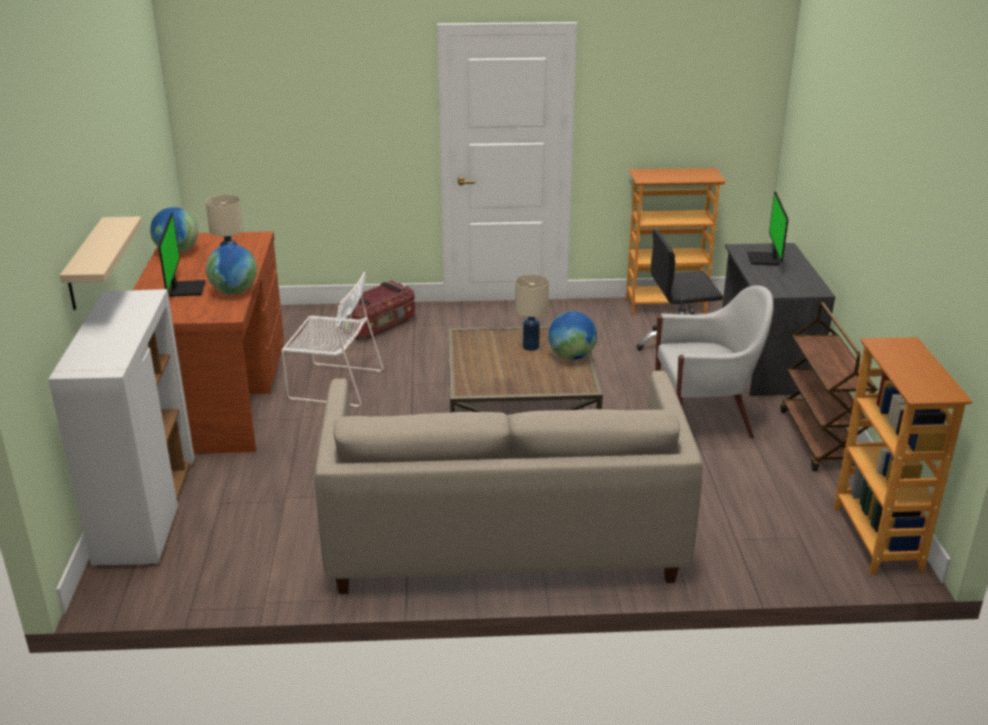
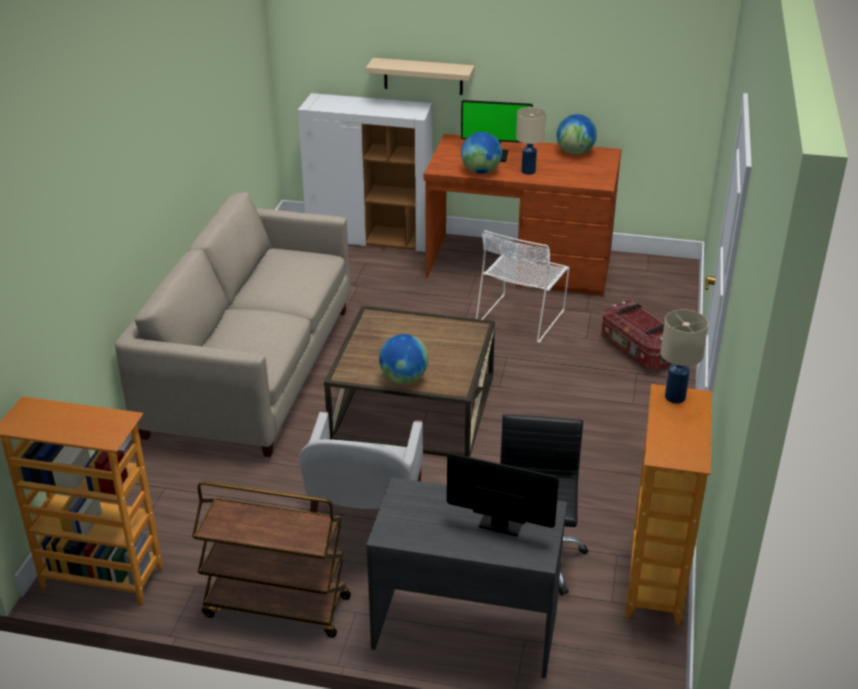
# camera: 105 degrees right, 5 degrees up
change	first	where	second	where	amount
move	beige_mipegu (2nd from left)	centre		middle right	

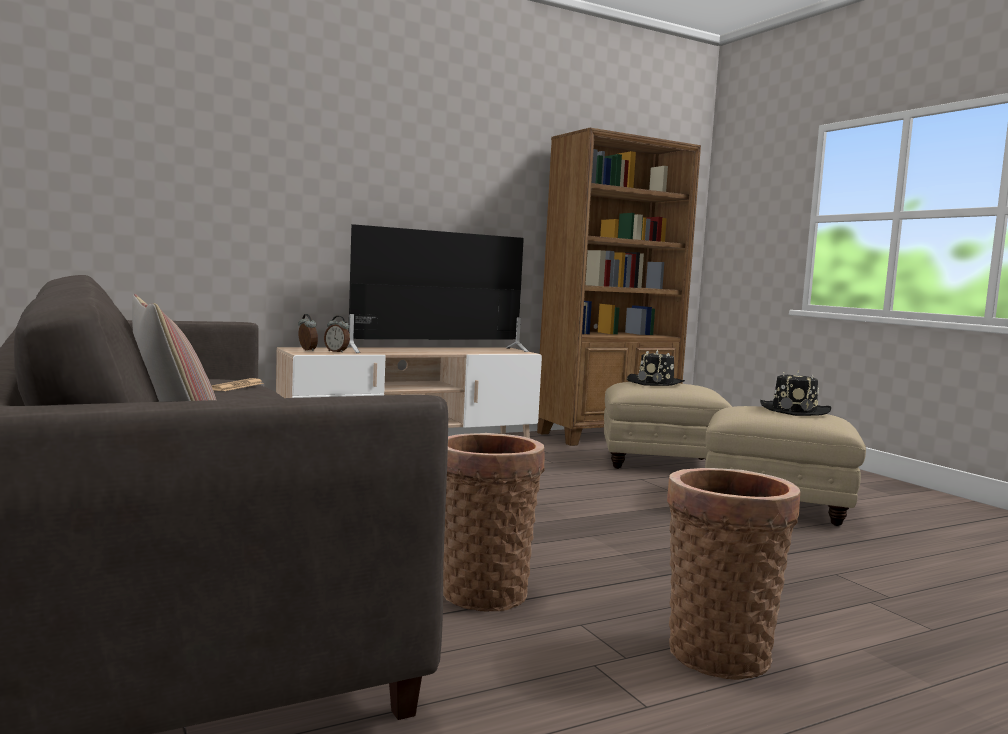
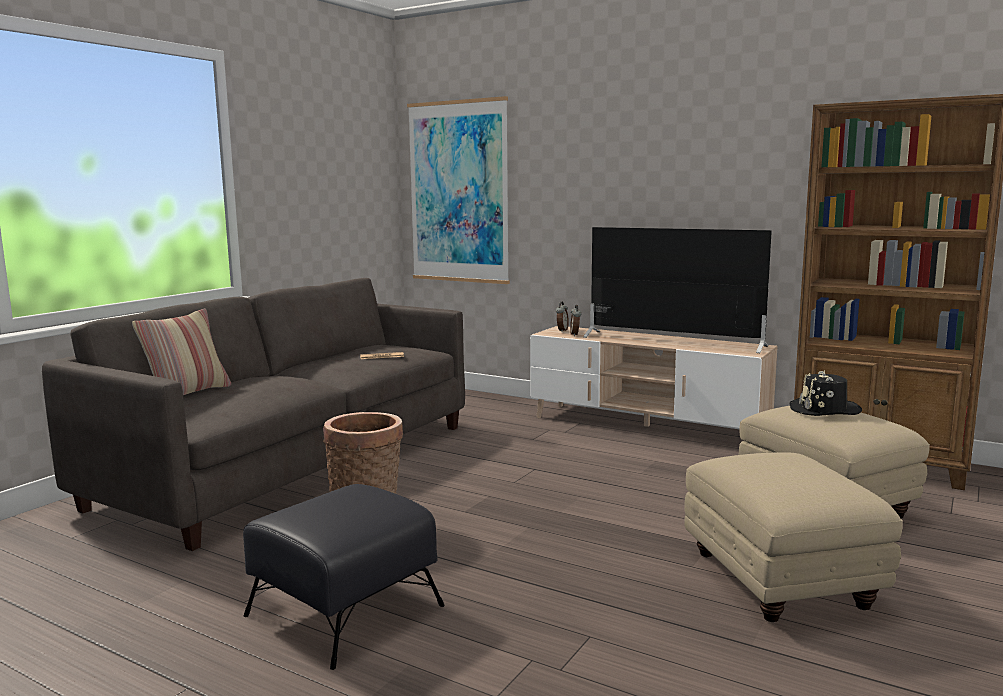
# camera: 60 degrees right, 5 degrees up
change	first	where	second	where	amount
delete	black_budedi (2nd from left)	middle right			
insert			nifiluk	top centre	
replace	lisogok (2nd from left)	bottom right	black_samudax	bottom centre	

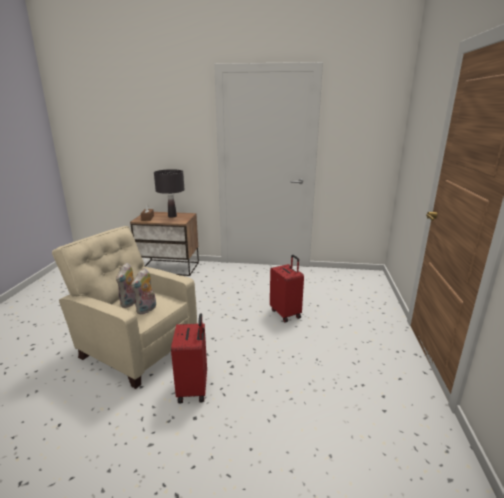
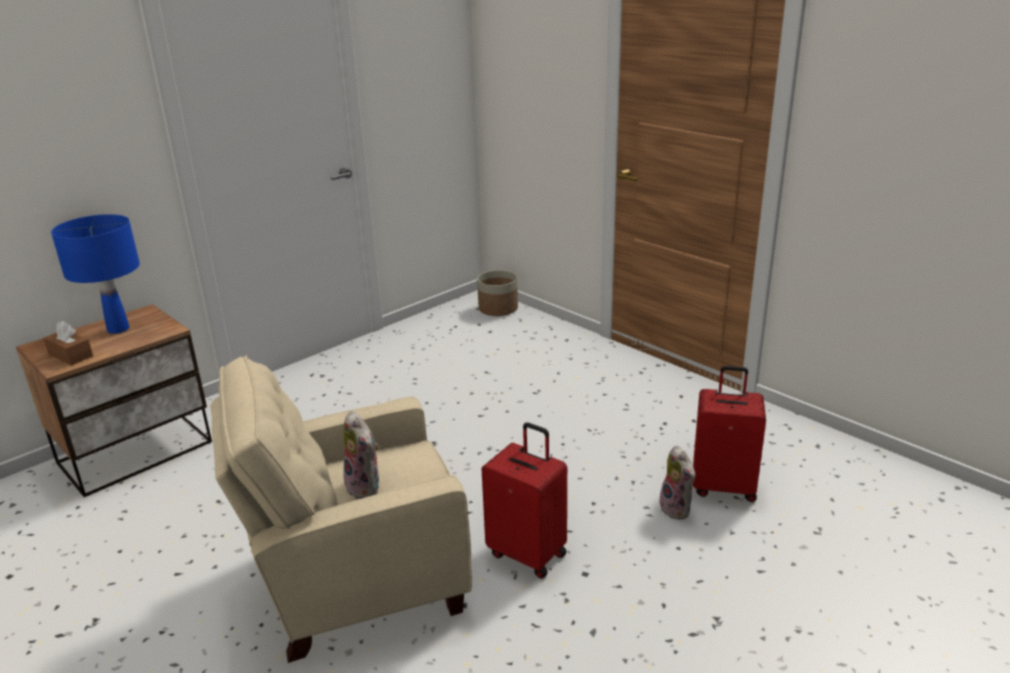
# camera: 50 degrees left, 5 degrees up
change	first	where	second	where	amount
insert			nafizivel	centre	
move	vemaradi (2nd from left)	middle left		bottom right	
move	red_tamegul (2nd from left)	centre		middle right	
recolor	black_mipegu	centre	blue_mipegu	middle left	

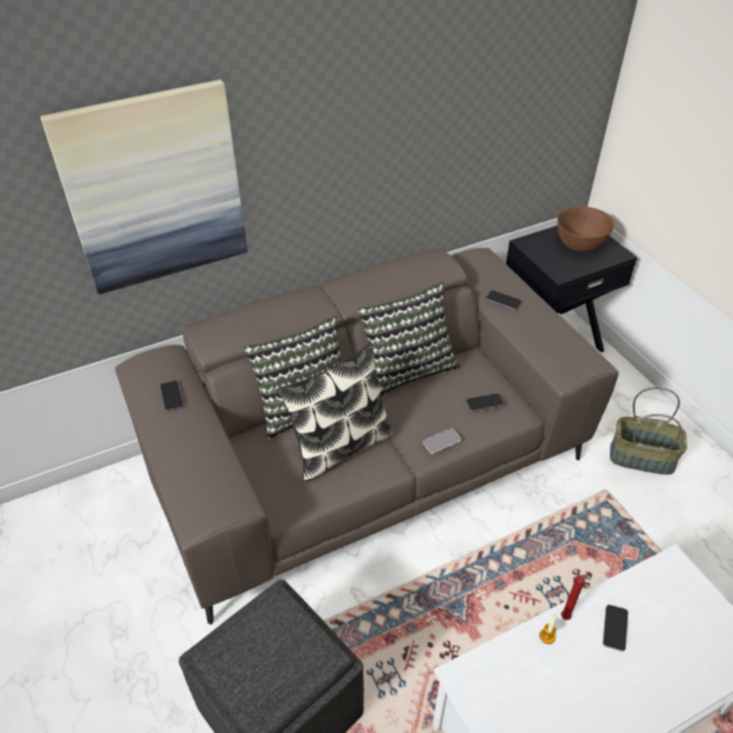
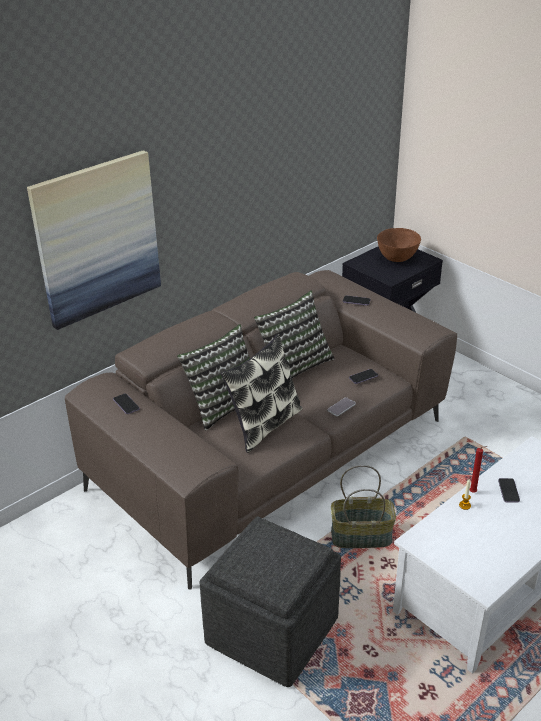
# camera: 15 degrees left, 10 degrees down
change	first	where	second	where	amount
move	lisogok	middle right		bottom right	

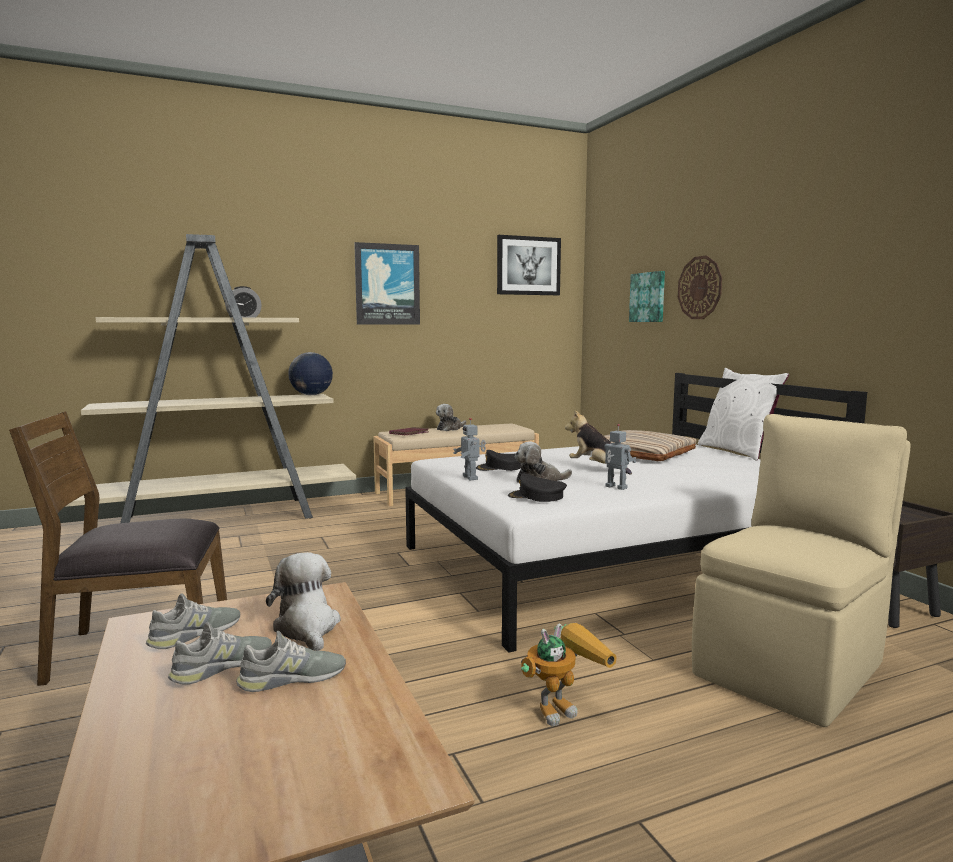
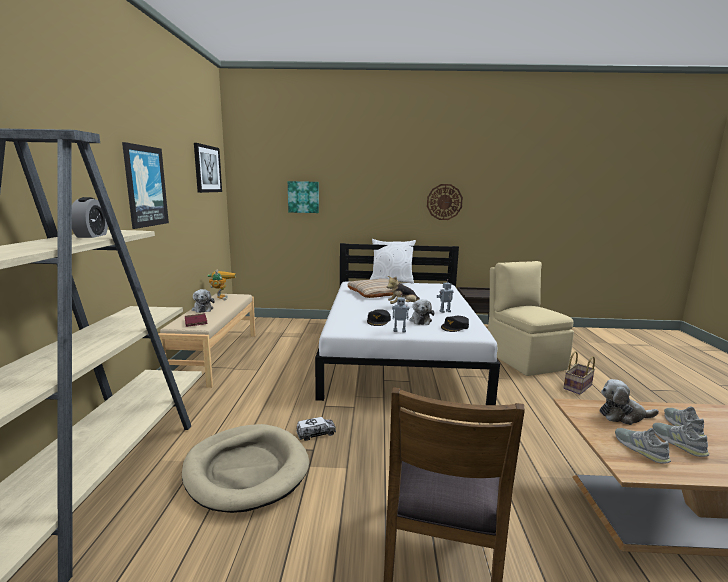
# camera: 65 degrees left, 5 degrees up
change	first	where	second	where	amount
delete	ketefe	middle left			
insert			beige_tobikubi	bottom centre	
insert			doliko	bottom centre	
insert			lisogok	middle right	
move	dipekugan (2nd from left in the first image)	bottom centre	dipekugan (1st from left)	middle left	
move	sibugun	top right		centre	

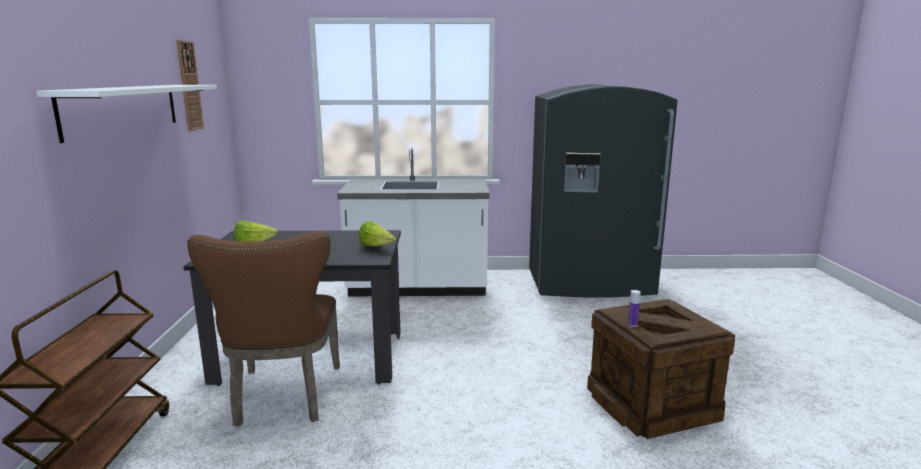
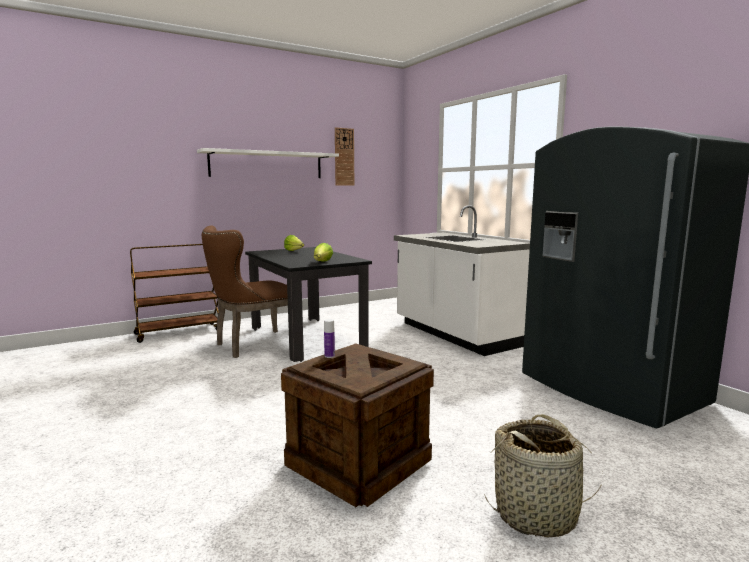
# camera: 60 degrees right, 5 degrees down
change	first	where	second	where	amount
insert			lisogok	bottom right	

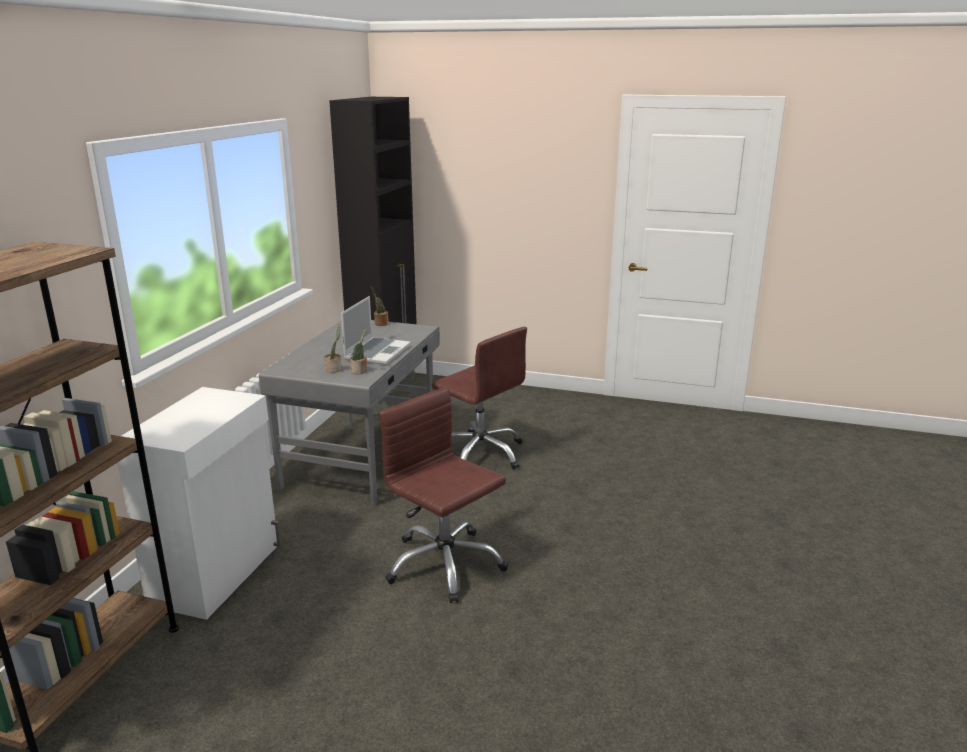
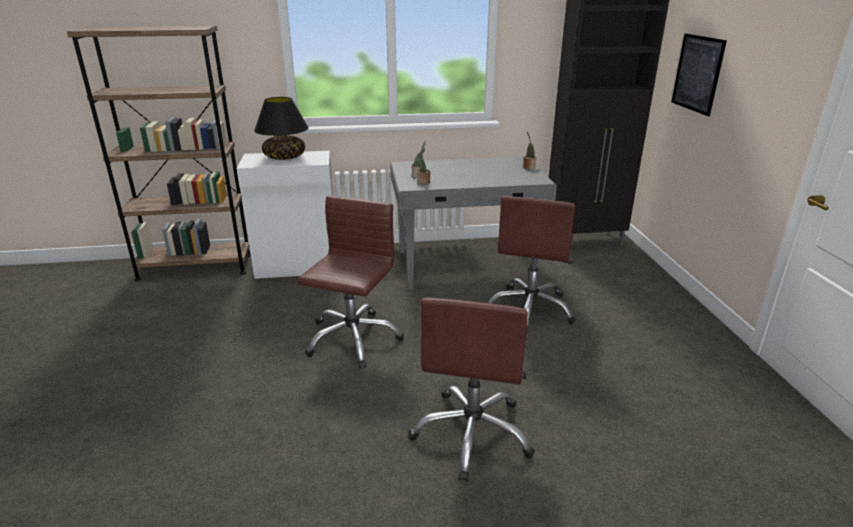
# camera: 65 degrees right, 5 degrees up
change	first	where	second	where	amount
delete	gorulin	centre			
insert			black_mipegu	top left	
insert			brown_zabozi (2nd from left)	bottom centre	
insert			nifiluk	top right	

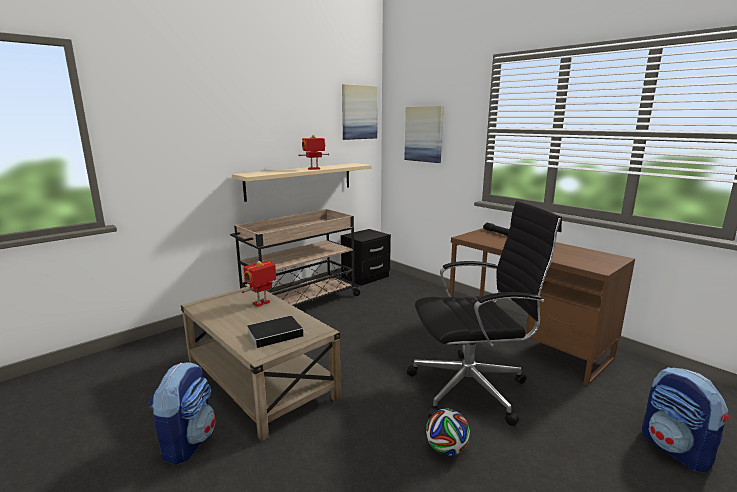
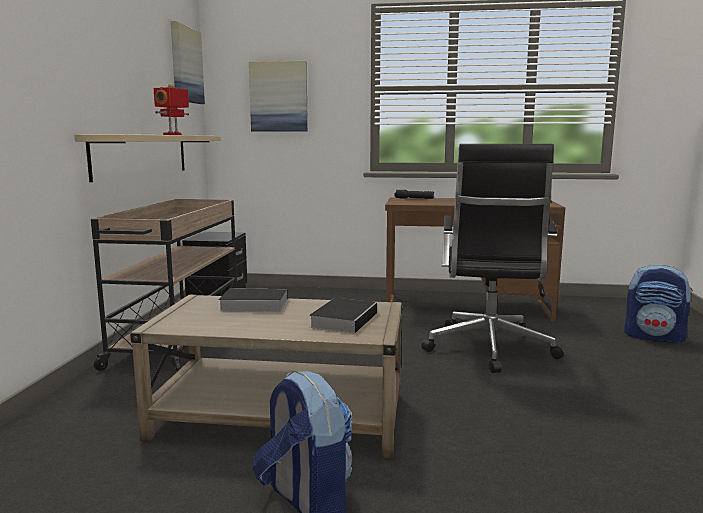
# camera: 40 degrees left, 5 degrees down
change	first	where	second	where	amount
delete	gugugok	bottom centre			
replace	dipekugan (1st from left)	centre	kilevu (1st from left)	centre	
rotate	black_zabozi	centre		middle right	150 degrees clockwise

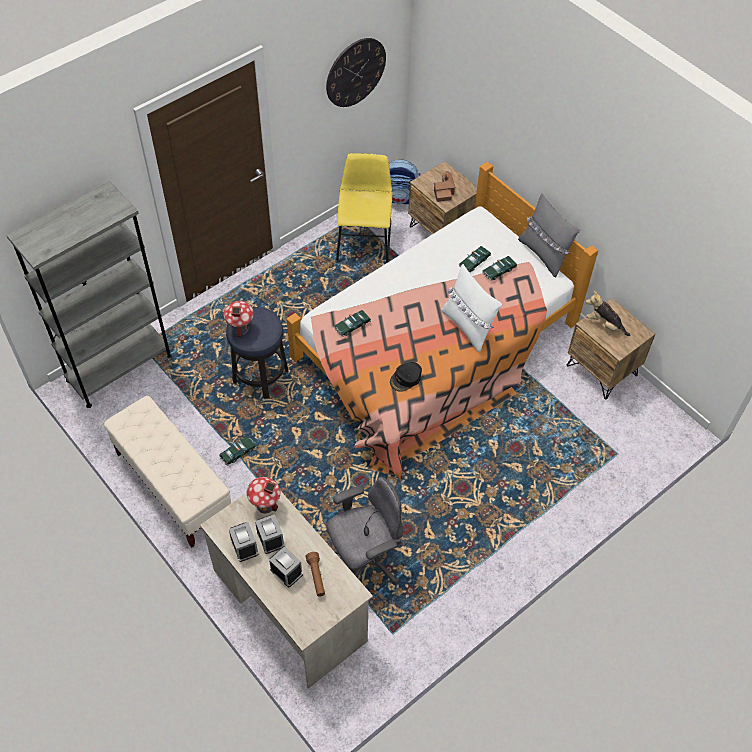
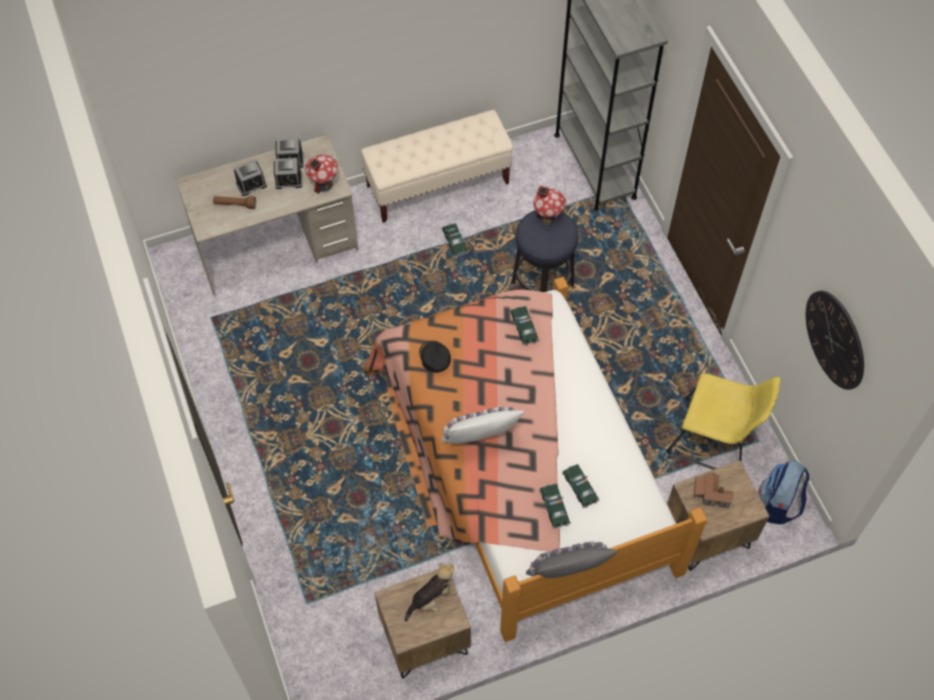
# camera: 110 degrees right, 5 degrees up
change	first	where	second	where	amount
delete	grey_zabozi	bottom centre			

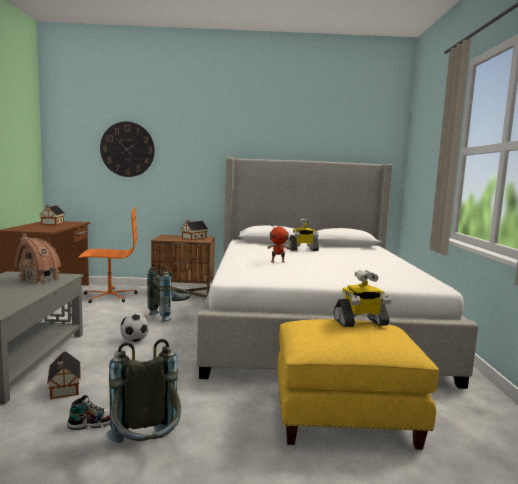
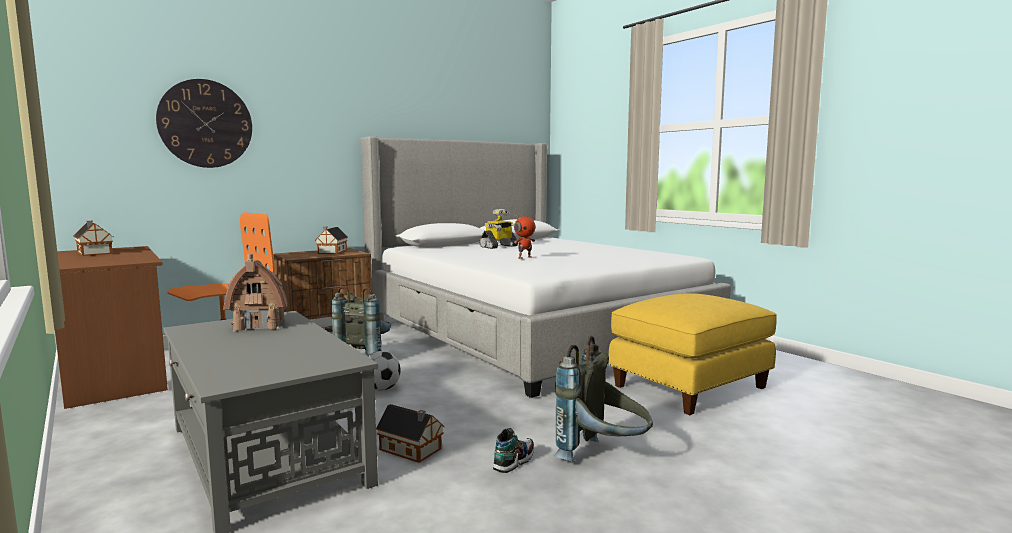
# camera: 35 degrees left, 0 degrees up
change	first	where	second	where	amount
delete	dipekugan (3rd from left)	middle right			

